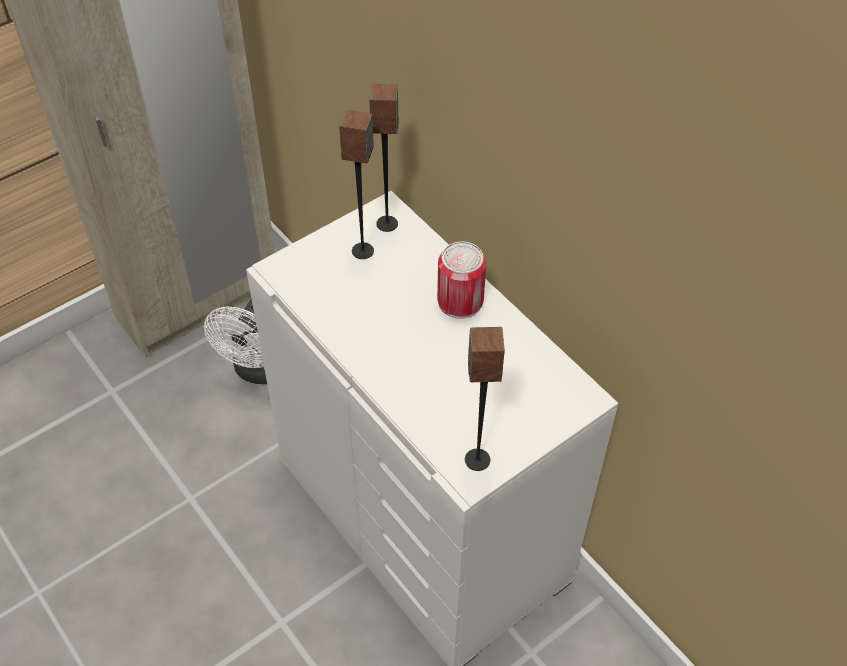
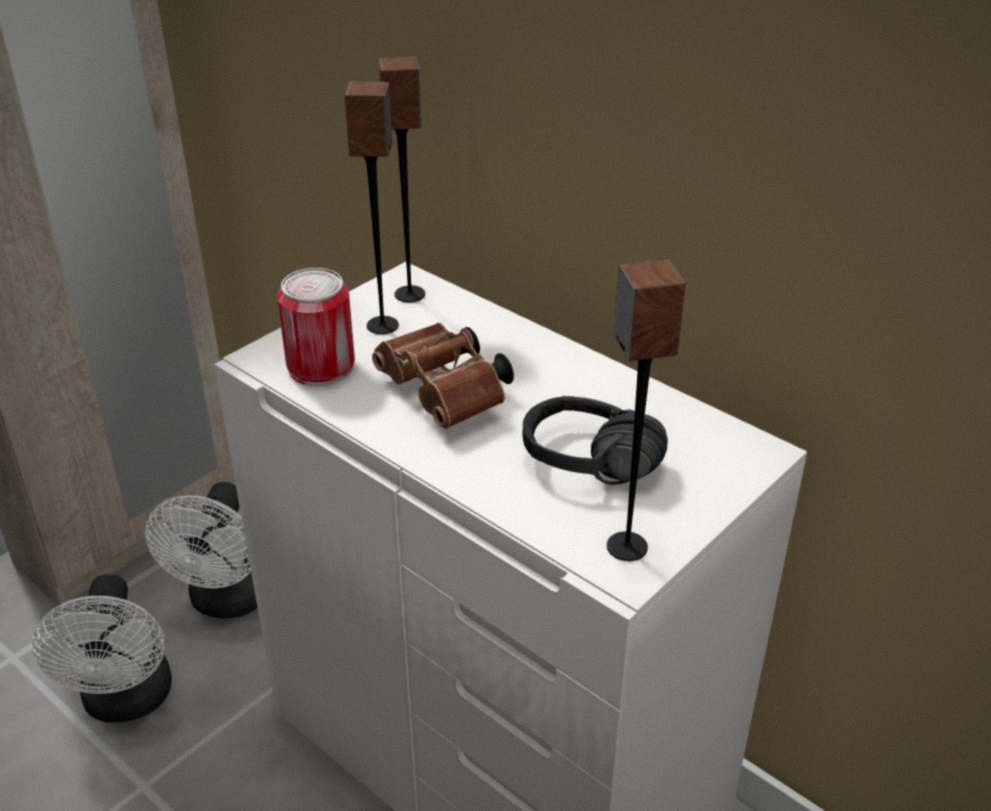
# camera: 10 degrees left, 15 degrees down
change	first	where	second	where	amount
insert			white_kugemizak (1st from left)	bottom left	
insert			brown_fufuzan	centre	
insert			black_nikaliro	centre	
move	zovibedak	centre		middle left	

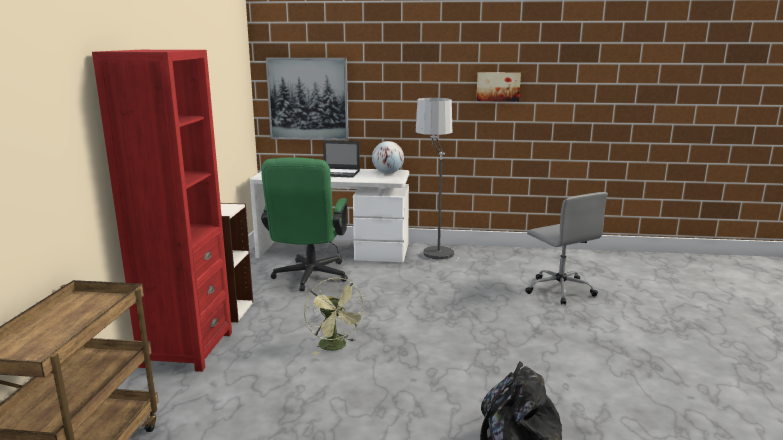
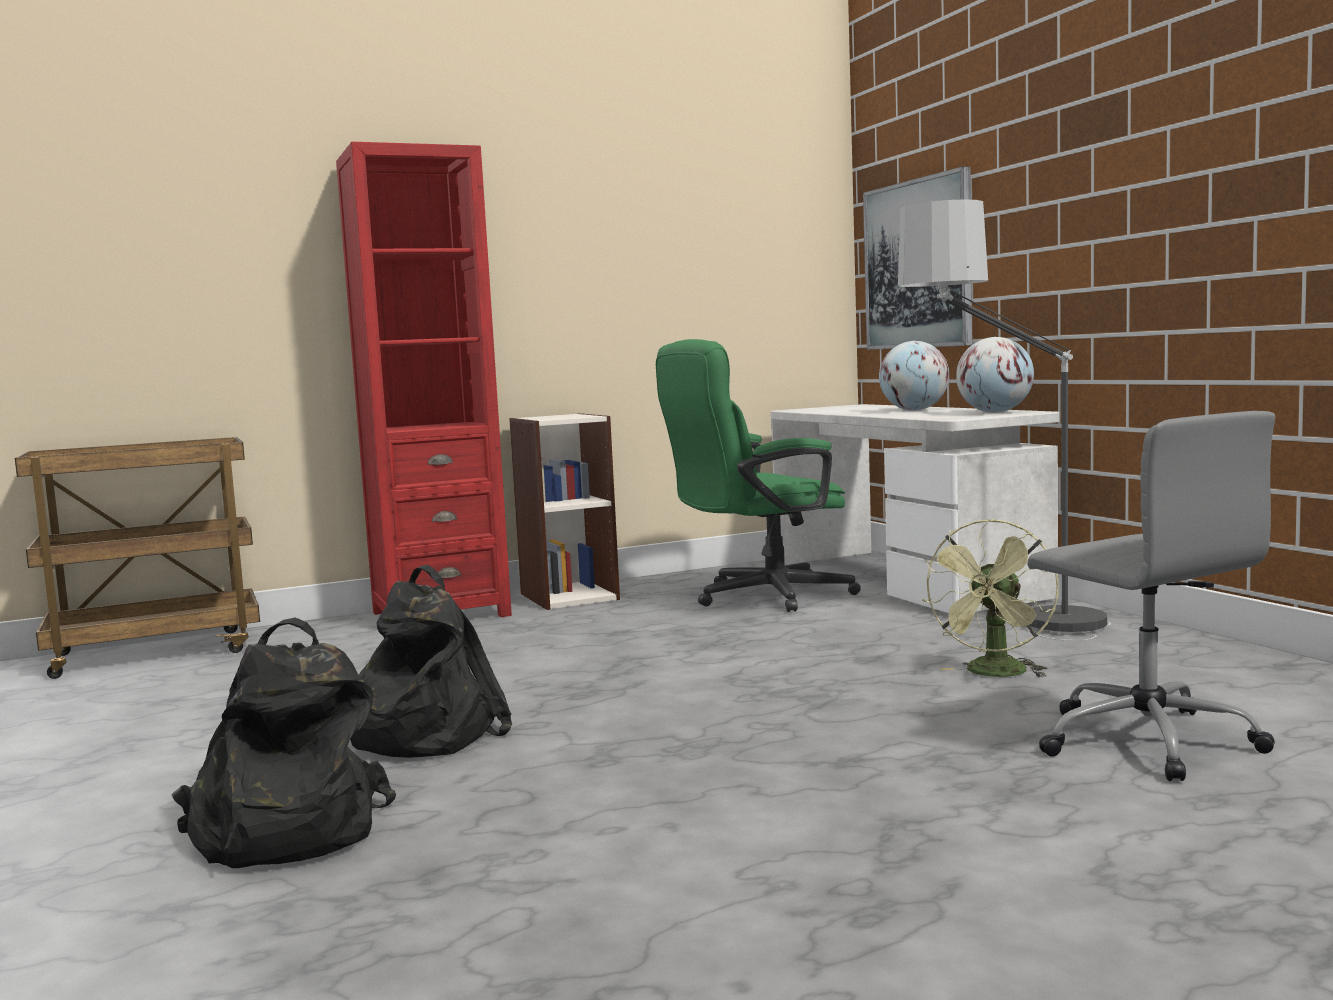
# camera: 60 degrees right, 10 degrees down
change	first	where	second	where	amount
delete	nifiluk (2nd from left)	top centre			
insert			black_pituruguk (2nd from left)	middle left	
move	green_kugemizak	bottom centre		middle right	
replace	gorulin	centre	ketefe (1st from left)	middle right	
rotate	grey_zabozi	middle right		middle right	60 degrees counterclockwise

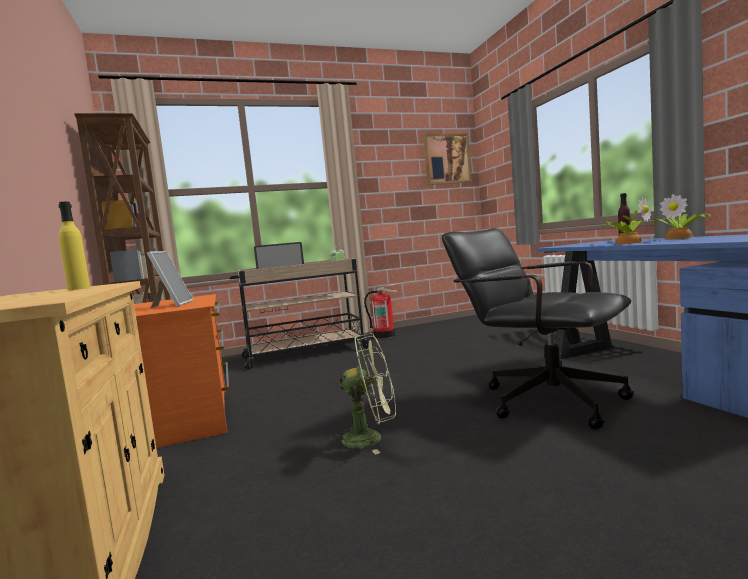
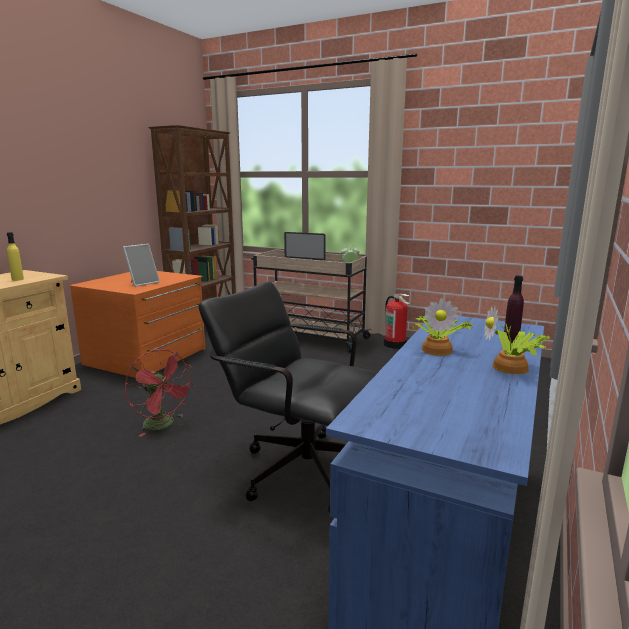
# camera: 45 degrees right, 10 degrees up
change	first	where	second	where	amount
delete	nifiluk	top centre			
recolor	green_kugemizak	bottom centre	red_kugemizak	middle left	
rotate	black_zabozi	middle right		centre	60 degrees counterclockwise

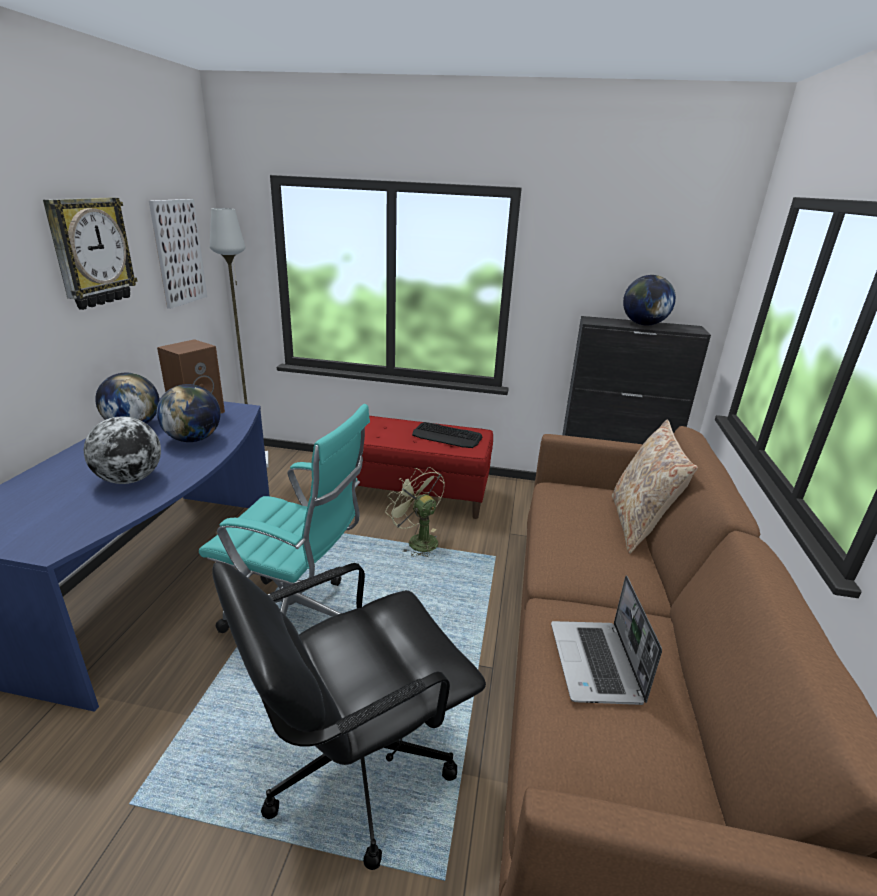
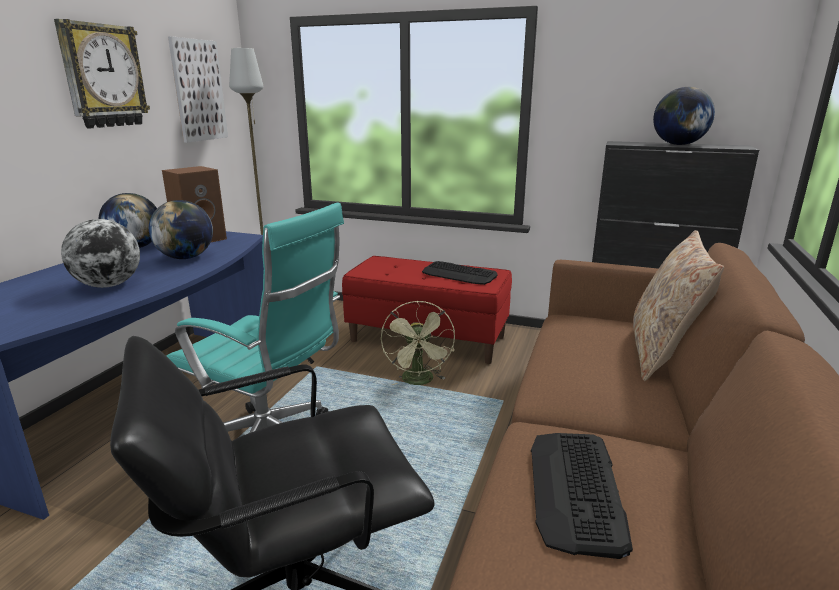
# camera: 10 degrees right, 5 degrees down
change	first	where	second	where	amount
replace	gorulin	bottom right	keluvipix (2nd from left)	bottom right	
rotate	green_kugemizak	centre		centre	150 degrees counterclockwise

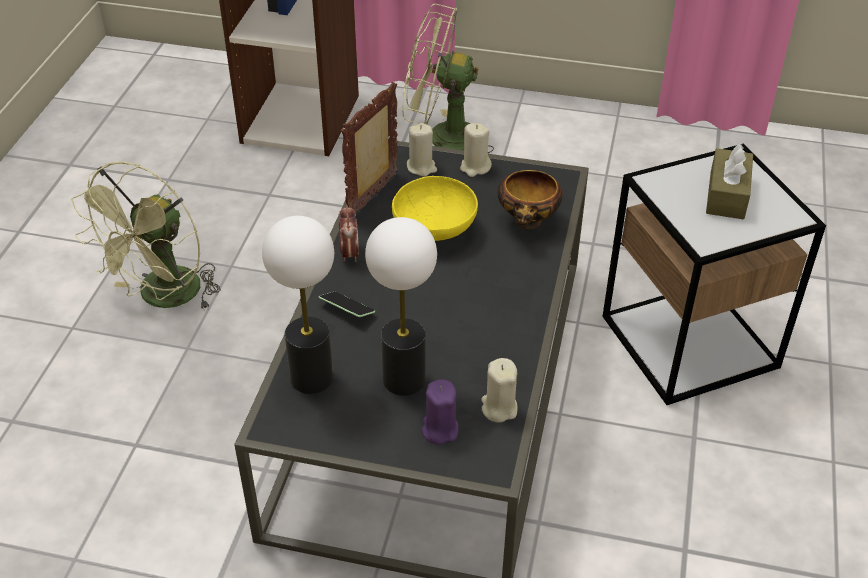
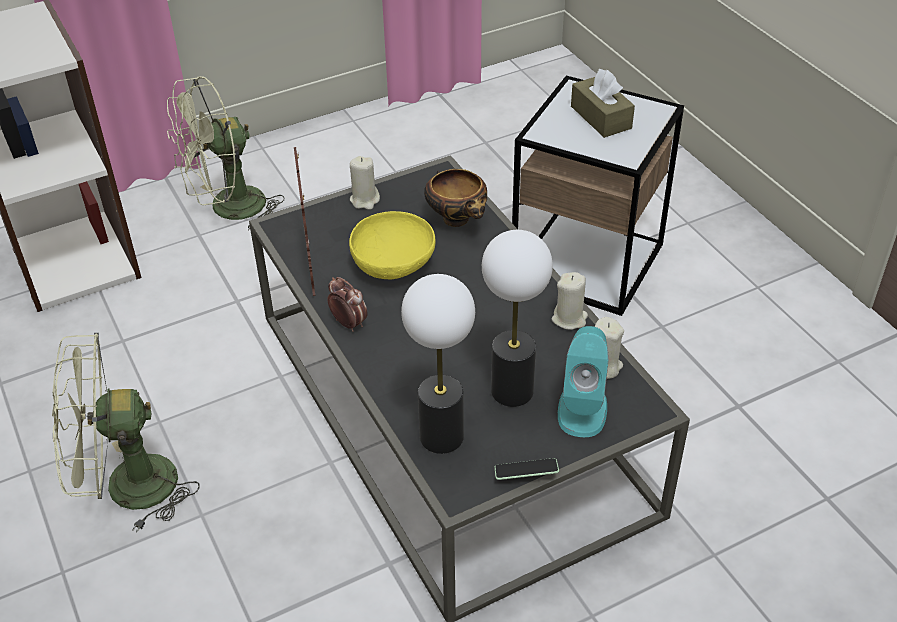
# camera: 40 degrees left, 0 degrees up
change	first	where	second	where	amount
move	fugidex	centre		bottom centre	
move	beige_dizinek (1st from left in the first image)	top centre	beige_dizinek (2nd from left)	centre	
replace	purple_dizinek	bottom centre	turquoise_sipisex	centre	
rotate	green_kugemizak (1st from left)	middle left		bottom left	90 degrees clockwise

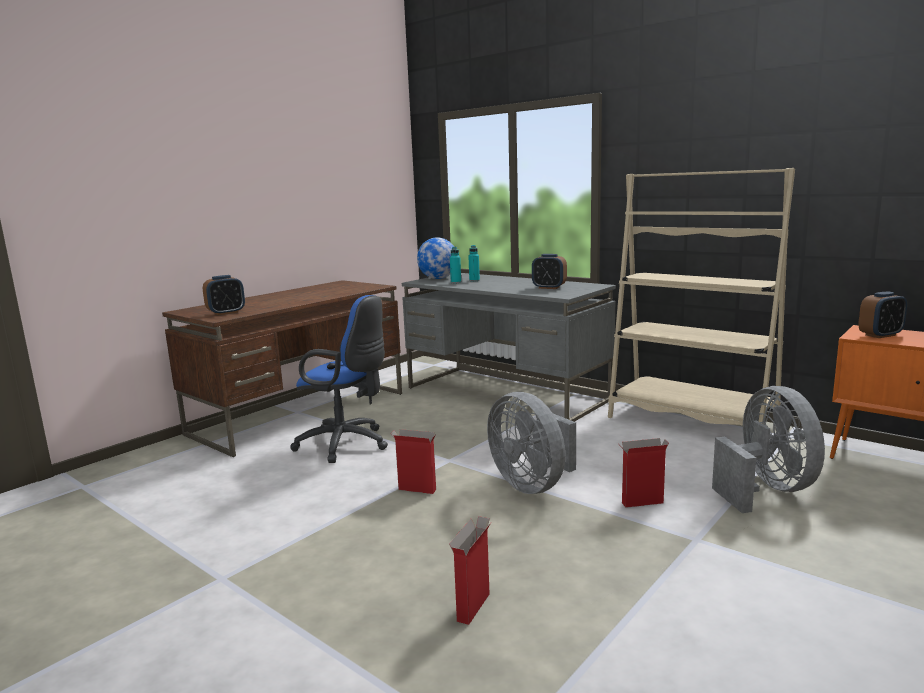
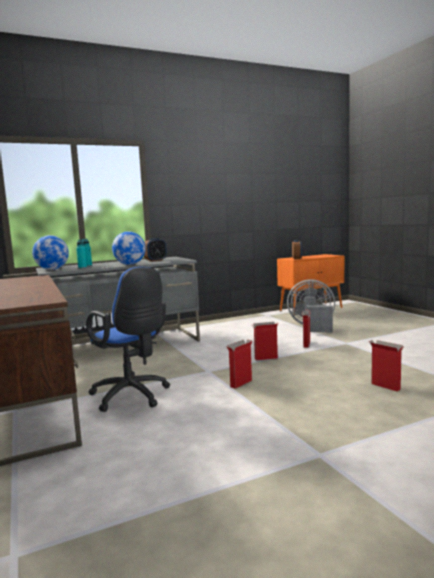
# camera: 65 degrees left, 5 degrees down
change	first	where	second	where	amount
delete	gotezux (1st from left)	middle left			
delete	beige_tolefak	middle right			
insert			ketefe (2nd from left)	middle left	
replace	grey_kugemizak (1st from left)	centre	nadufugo (2nd from left)	centre	
rotate	blue_zabozi	centre		middle left	90 degrees clockwise

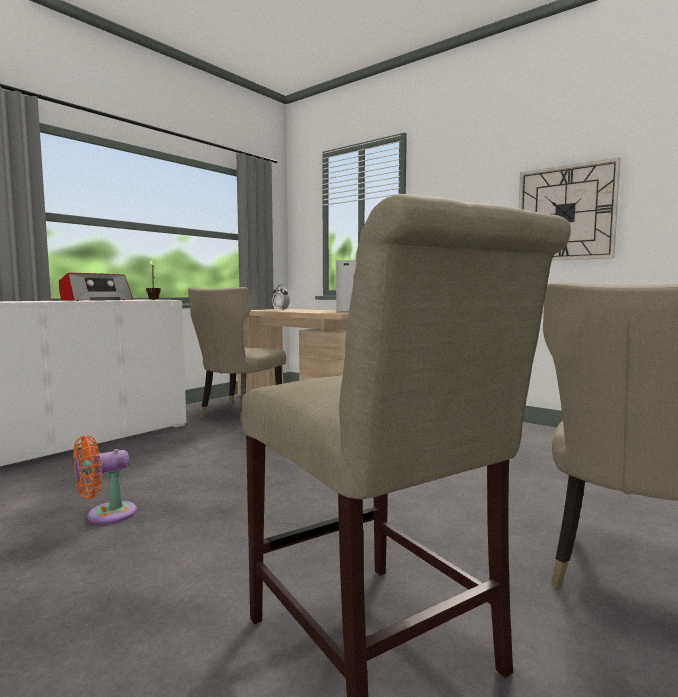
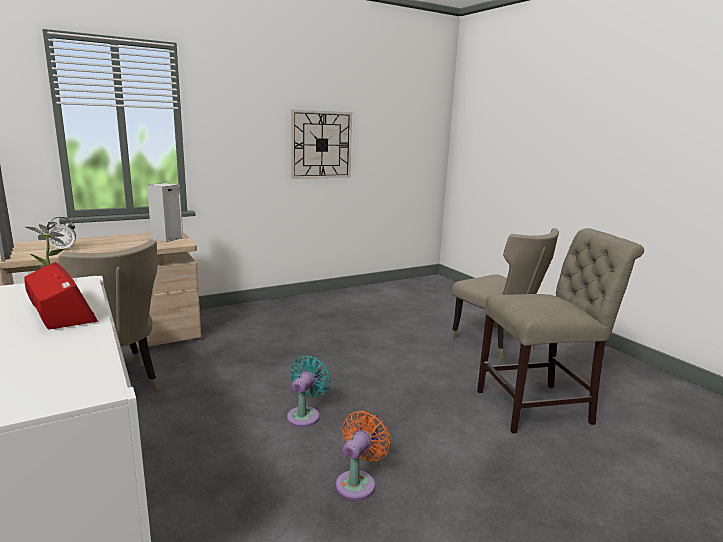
# camera: 70 degrees left, 10 degrees up
change	first	where	second	where	amount
insert			turquoise_kugemizak	bottom centre	
rotate	orange_kugemizak	bottom left		bottom centre	135 degrees counterclockwise

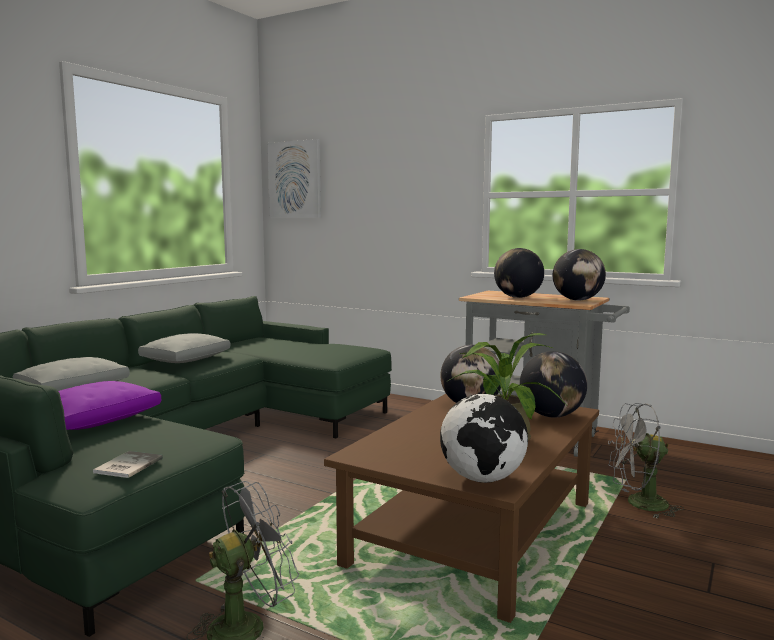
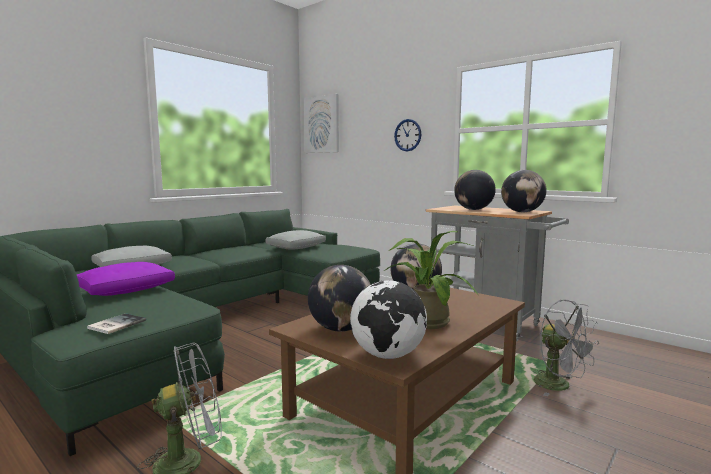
# camera: 10 degrees right, 0 degrees up
change	first	where	second	where	amount
insert			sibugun	top centre	
move	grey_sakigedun (2nd from left)	middle left		centre	
move	ketefe (4th from left in the first image)	middle right	ketefe (1st from left)	centre	
rotate	grey_kugemizak (2nd from left)	bottom right		bottom right	135 degrees counterclockwise

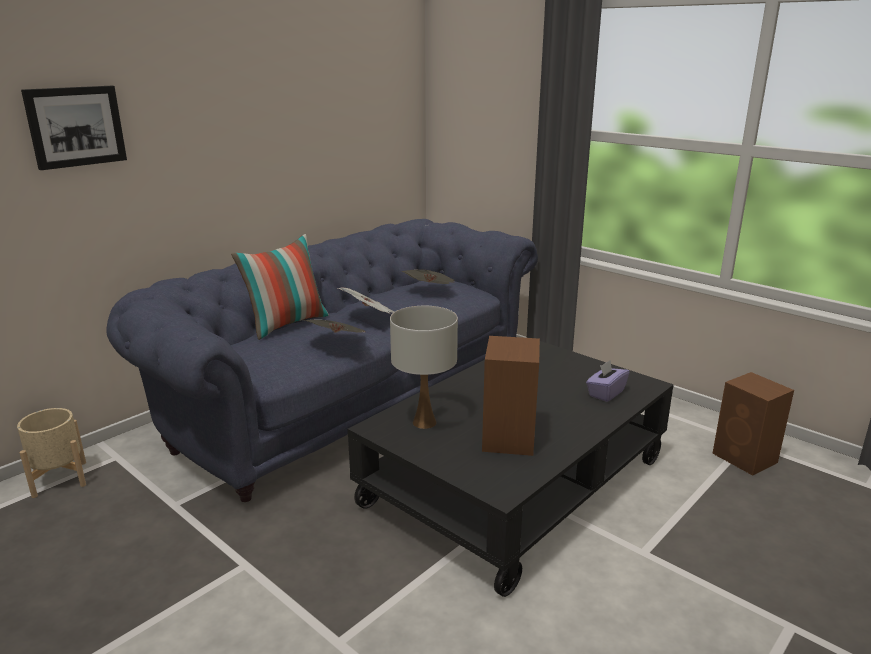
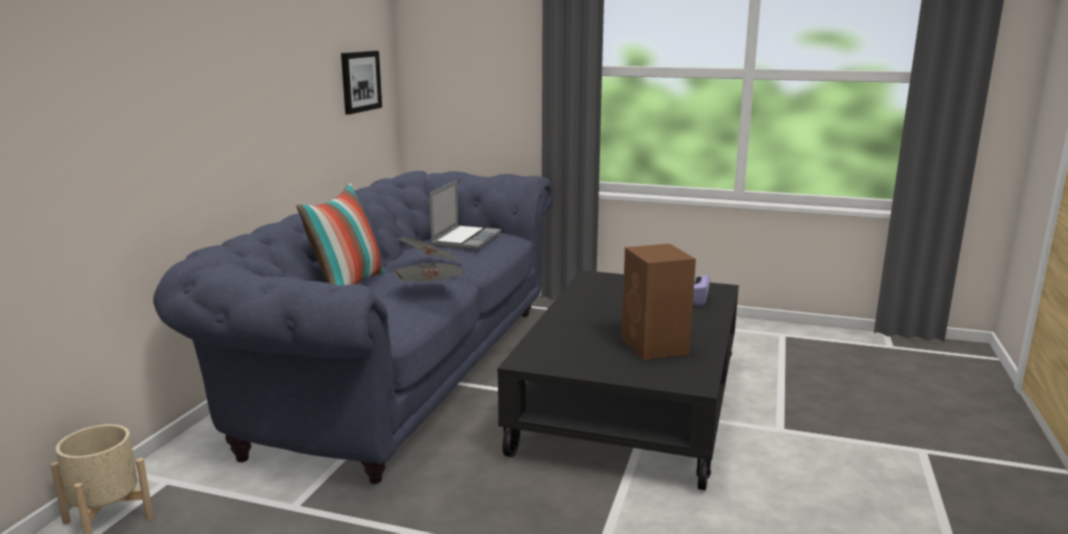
# camera: 25 degrees left, 5 degrees down
change	first	where	second	where	amount
delete	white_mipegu	centre			
delete	brown_sipisex (2nd from left)	middle right			
move	nifiluk	top left		top centre	
replace	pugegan (3rd from left)	centre	gorulin	centre	

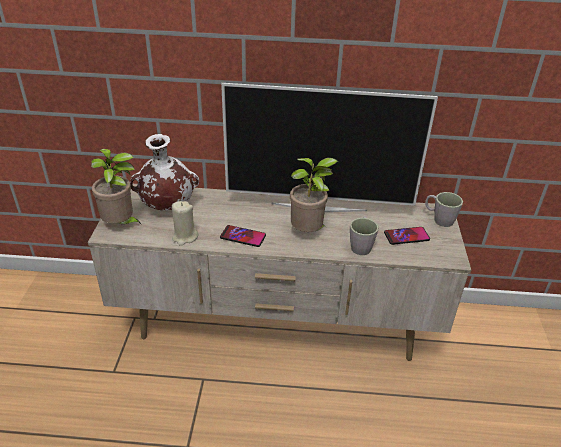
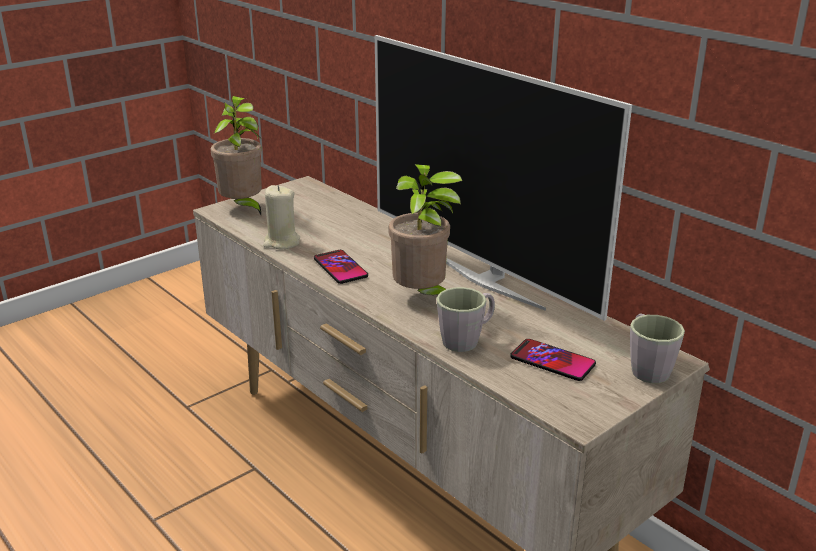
# camera: 45 degrees right, 10 degrees down
change	first	where	second	where	amount
delete	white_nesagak	middle left			

